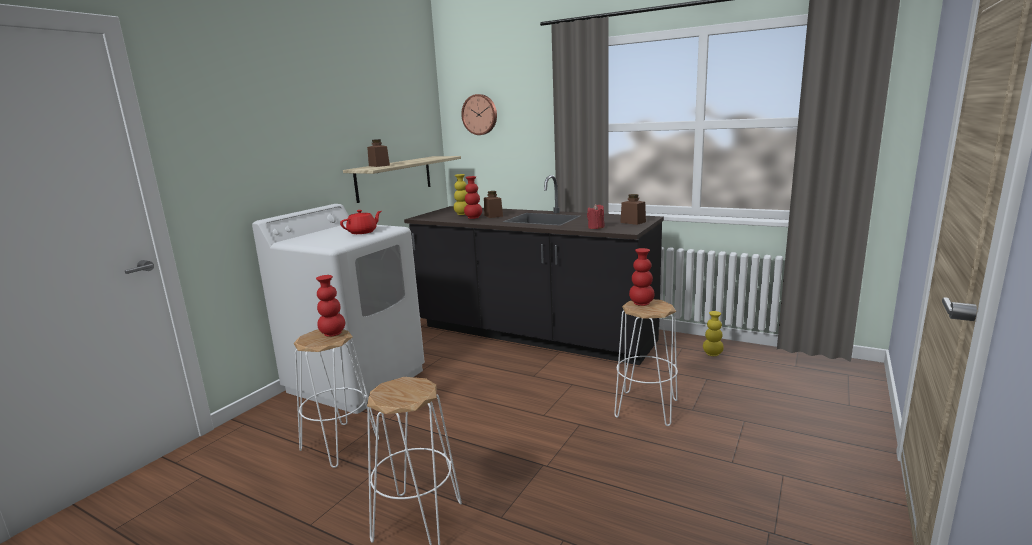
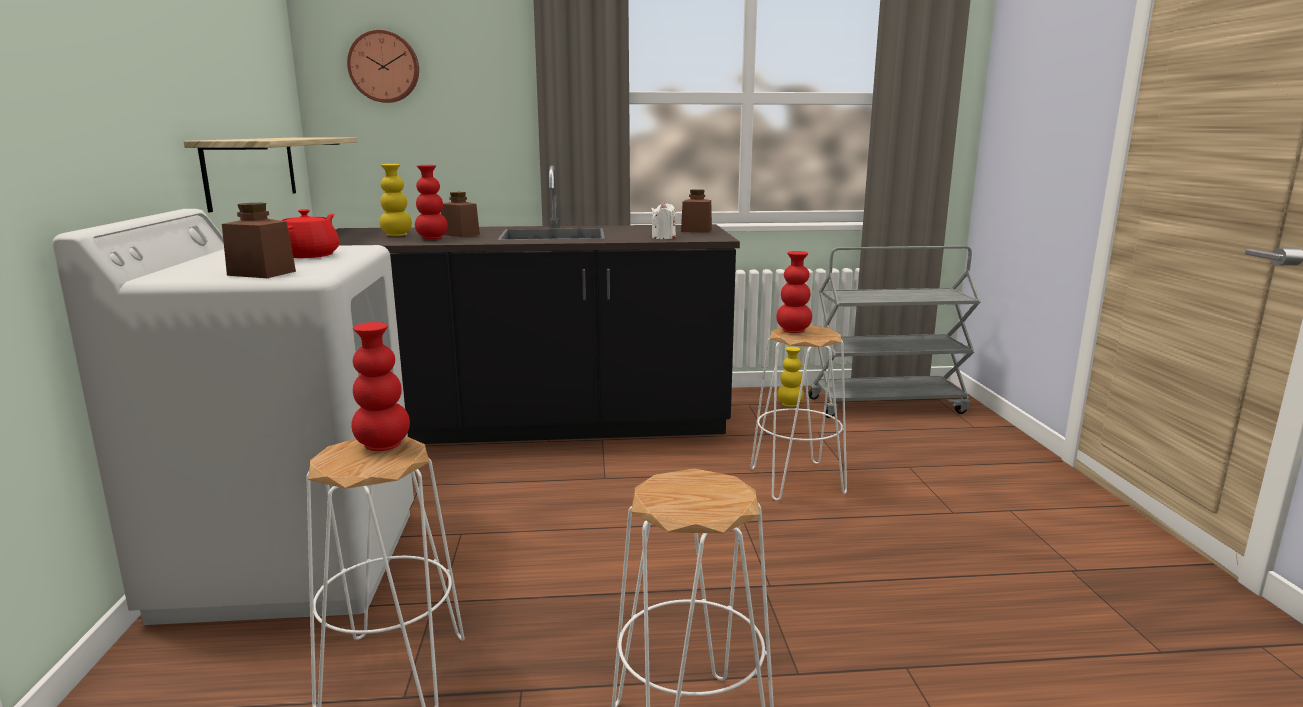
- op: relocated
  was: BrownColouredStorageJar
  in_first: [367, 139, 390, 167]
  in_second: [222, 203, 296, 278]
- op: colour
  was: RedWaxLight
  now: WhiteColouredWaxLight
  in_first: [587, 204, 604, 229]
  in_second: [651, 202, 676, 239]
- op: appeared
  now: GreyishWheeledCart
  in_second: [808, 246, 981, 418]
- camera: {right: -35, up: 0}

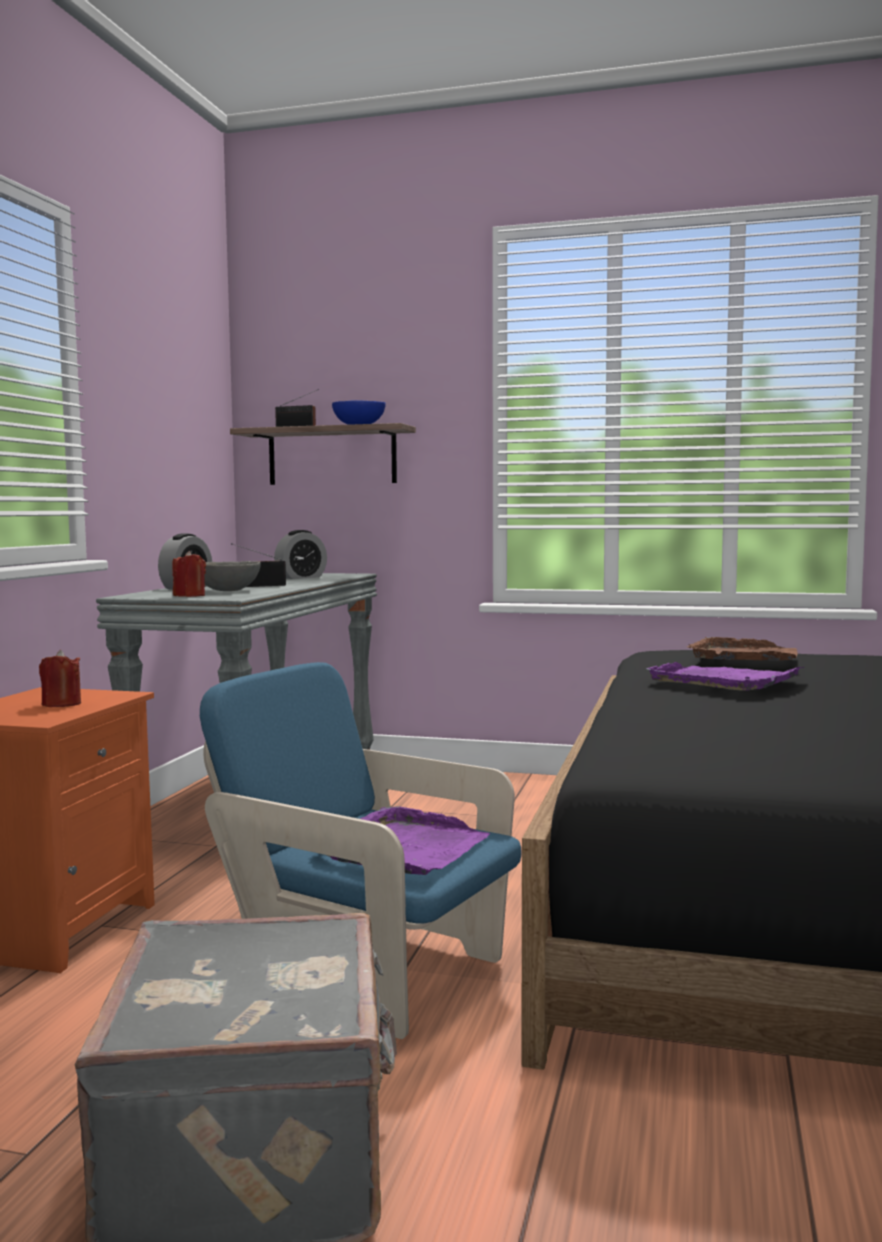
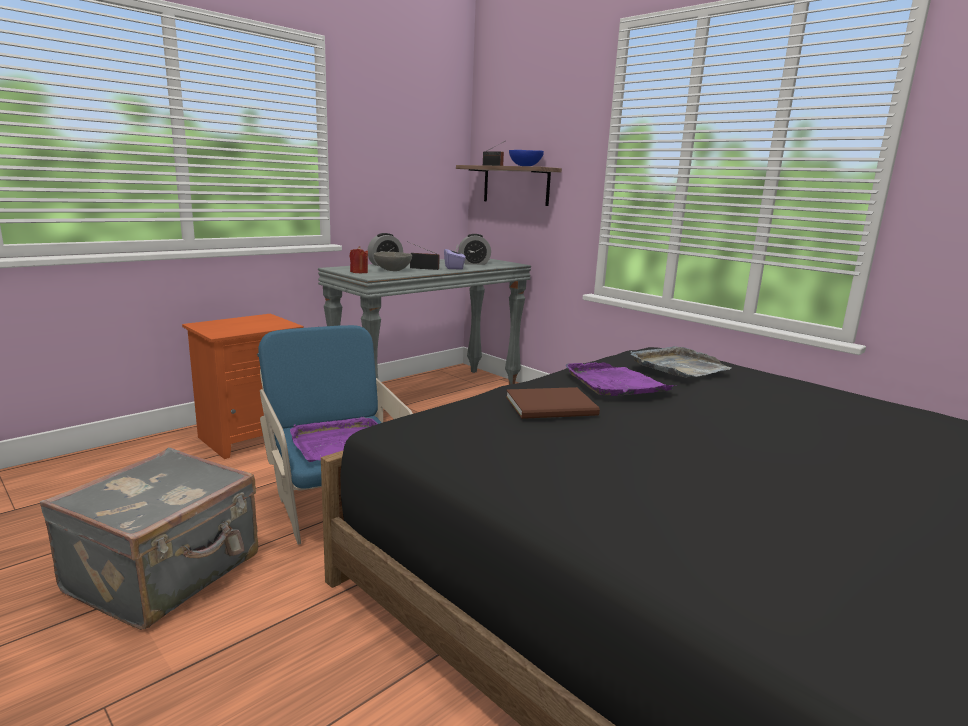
- op: appeared
  now: PurpleTissueHolder
  in_second: [444, 245, 466, 269]
- op: appeared
  now: BrownColouredBook
  in_second: [506, 387, 600, 419]
- op: colour
  was: BrownColouredTray
  now: GreyishTray
  in_first: [687, 637, 797, 661]
  in_second: [631, 346, 732, 378]
- op: missing
  was: RedWaxLight
  in_first: [39, 650, 81, 707]
- camera: {right: 30, up: 10}

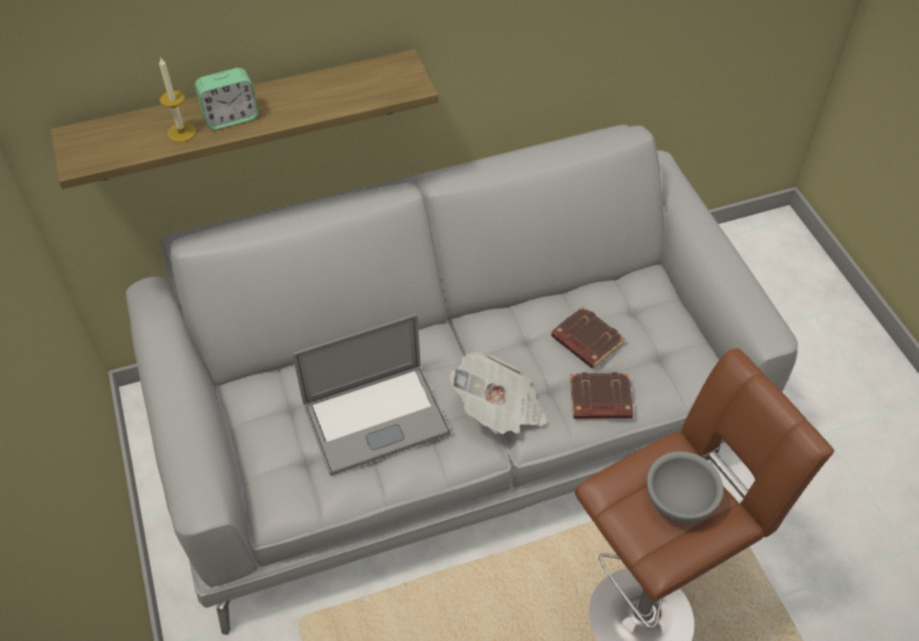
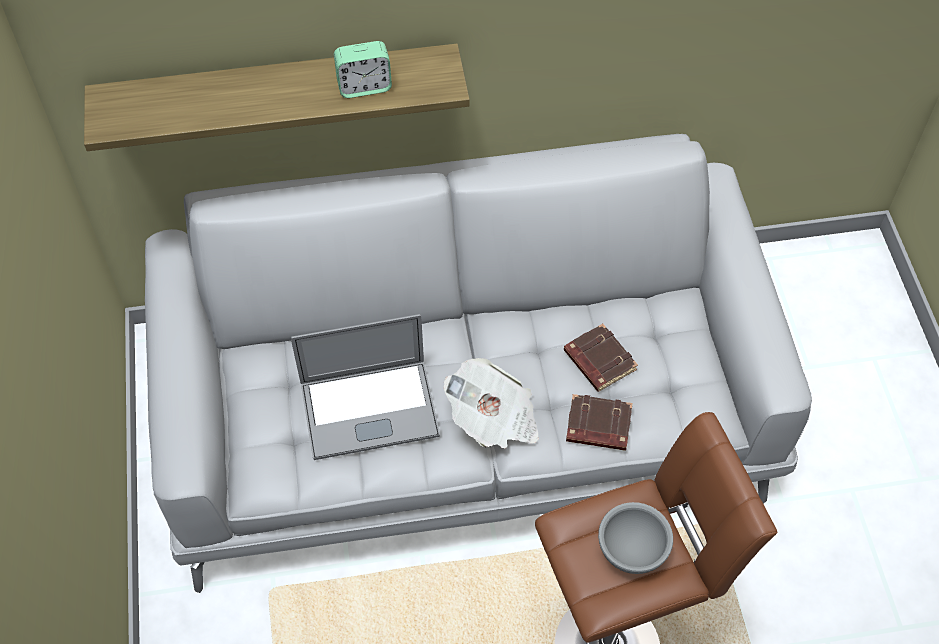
- op: relocated
  was: TableClock
  in_first: [195, 68, 258, 130]
  in_second: [334, 41, 392, 98]
- op: missing
  was: WaxLight
  in_first: [159, 57, 196, 142]
- camera: {right: 10, up: 5}

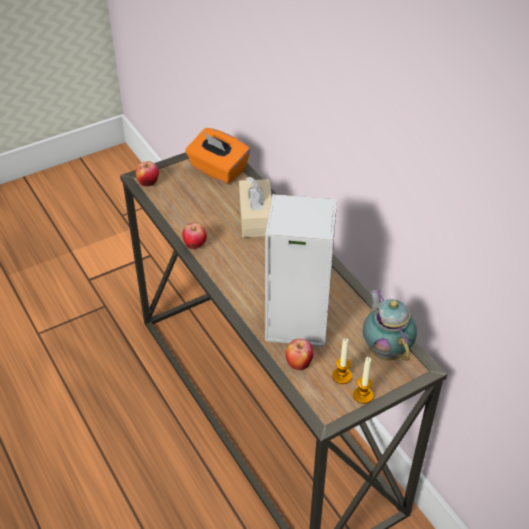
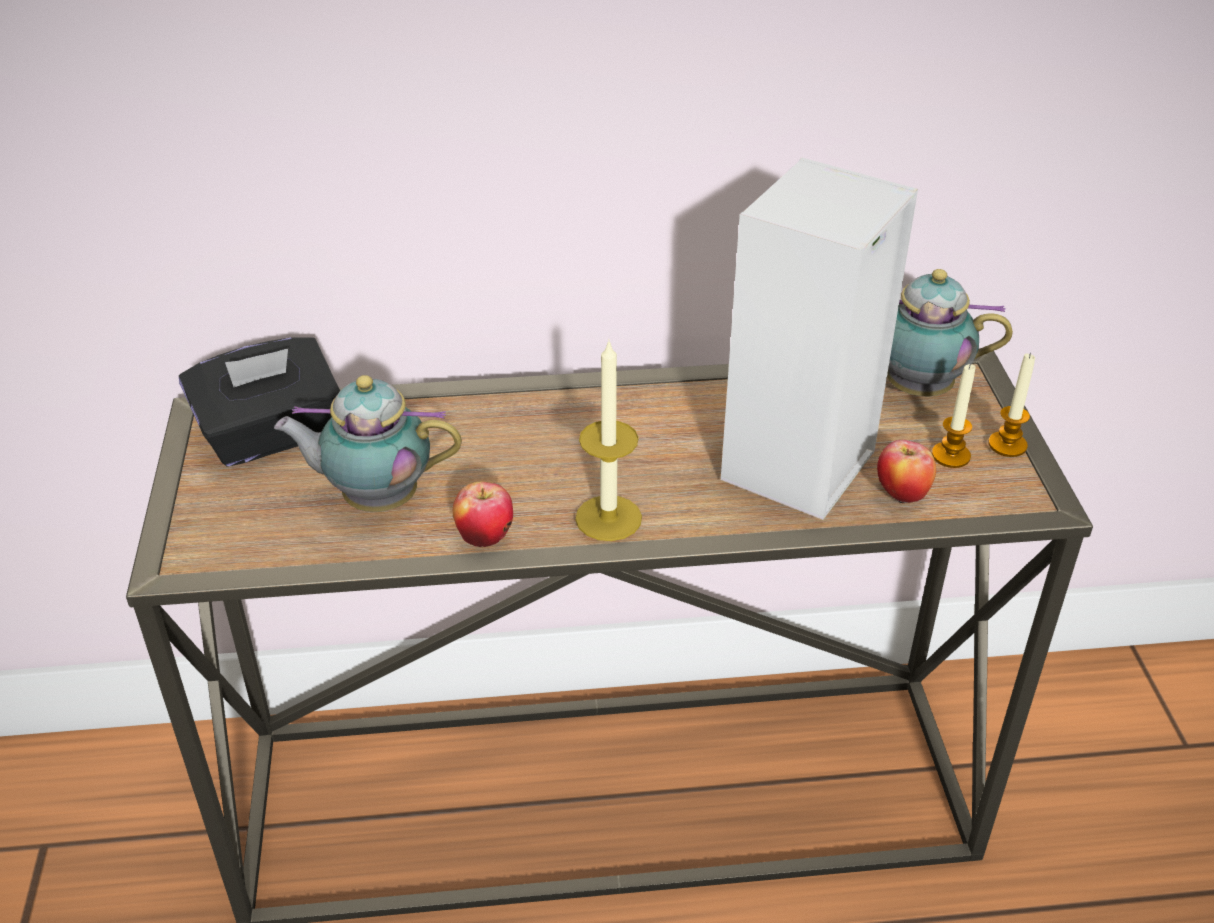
- op: colour
  was: OrangeyTissueHolder
  now: BlackColouredTissueHolder
  in_first: [185, 128, 250, 184]
  in_second: [179, 337, 340, 466]
- op: appeared
  now: Teapot
  in_second: [274, 375, 462, 512]
- op: appeared
  now: WaxLight
  in_second: [575, 341, 642, 541]
- op: missing
  was: AppleFruit
  in_first: [135, 161, 159, 186]
- op: missing
  was: BeigeColouredTissueHolder
  in_first: [239, 177, 272, 237]
- camera: {right: -65, up: -5}

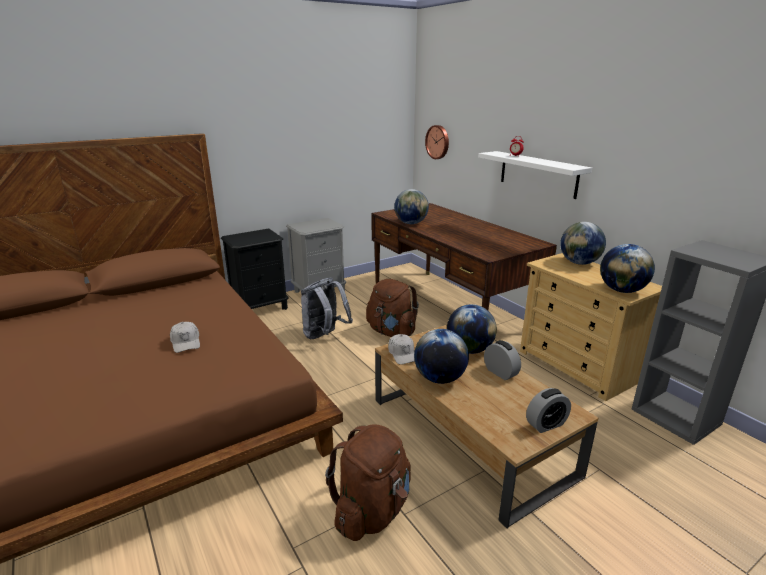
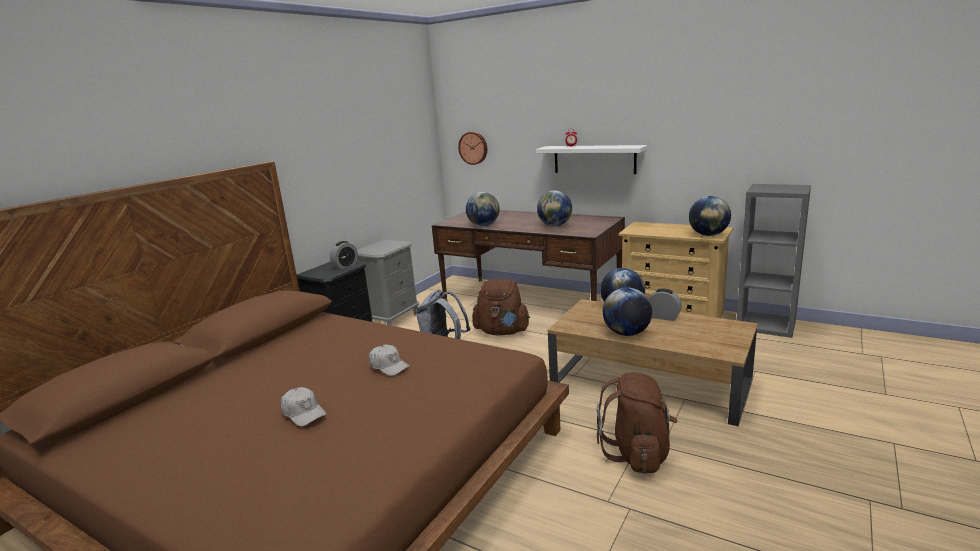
- op: relocated
  was: WhiteColouredCap
  in_first: [388, 334, 415, 365]
  in_second: [281, 387, 326, 427]
- op: relocated
  was: TableClock
  in_first: [526, 388, 571, 433]
  in_second: [330, 241, 358, 269]
- op: relocated
  was: WorldGlobe
  in_first: [560, 222, 606, 265]
  in_second: [537, 190, 572, 226]
- camera: {right: -25, up: -5}

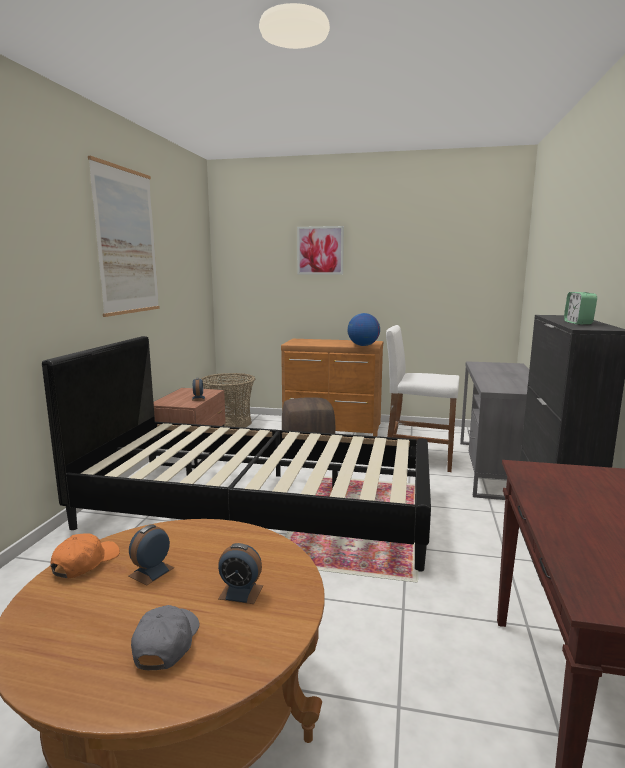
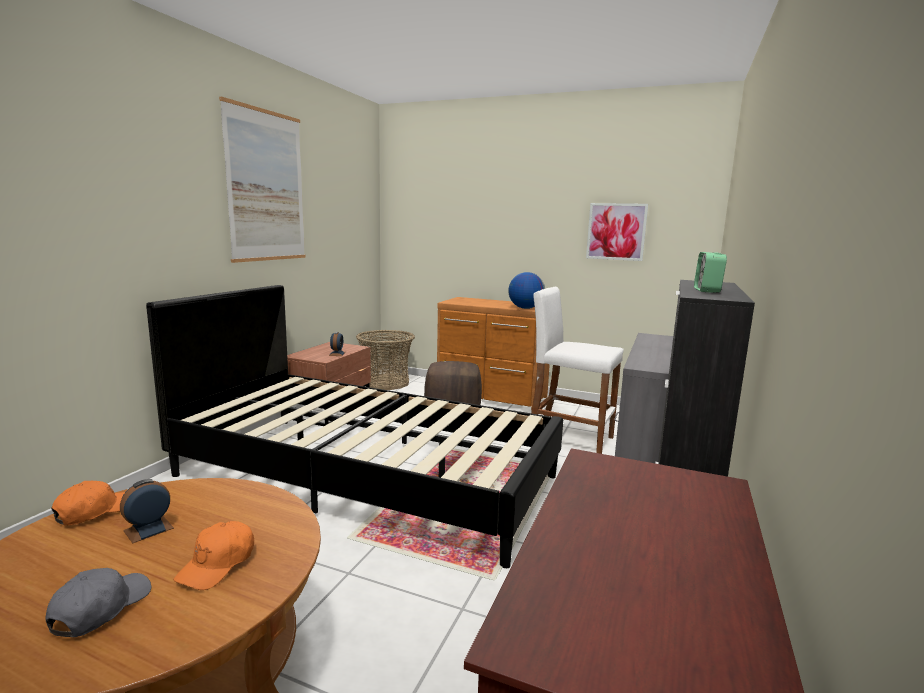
- op: exchanged
  was: TableClock
  now: OrangeyCap
  in_first: [218, 543, 263, 604]
  in_second: [173, 521, 254, 590]
- op: relocated
  was: WallPicture
  in_first: [297, 226, 344, 275]
  in_second: [586, 203, 648, 261]
- camera: {right: 10, up: 0}

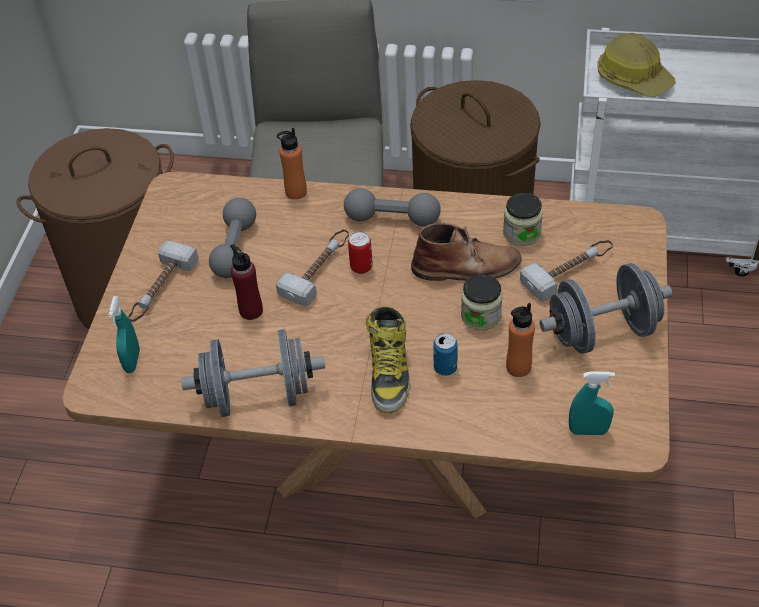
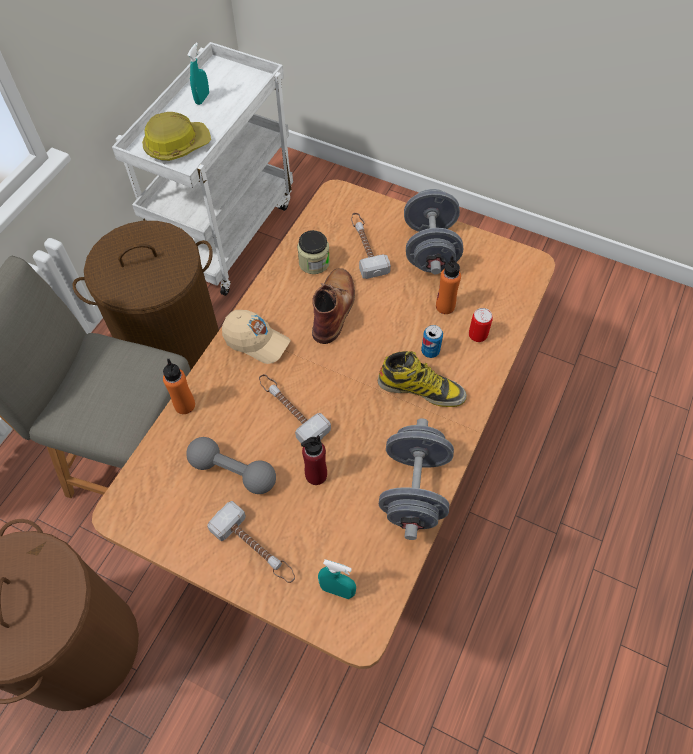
- op: relocated
  was: TurquoiseColouredSprayer
  in_first: [569, 372, 615, 435]
  in_second: [187, 43, 209, 105]
- op: exchanged
  was: GreyishFreeWeight
  now: BeigeColouredCap
  in_first: [344, 188, 441, 226]
  in_second: [222, 310, 290, 364]
- op: relocated
  was: MetalCan
  in_first: [348, 231, 373, 274]
  in_second: [469, 308, 493, 342]
- op: missing
  was: StorageJar
  in_first: [461, 274, 503, 330]
- camera: {right: -75, up: 10}

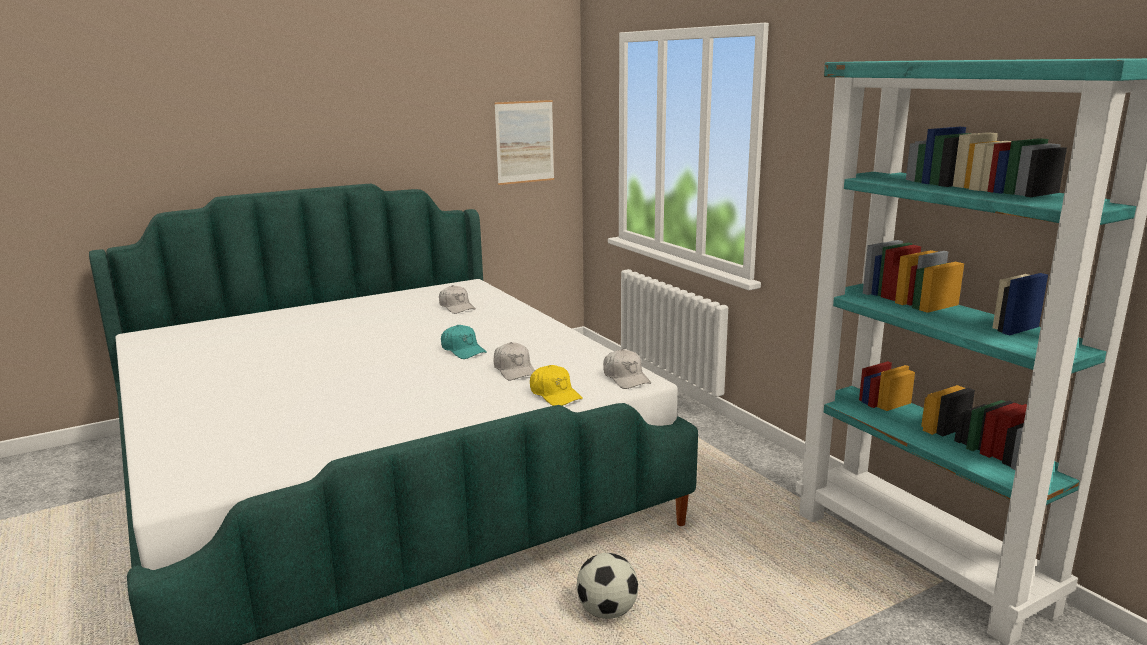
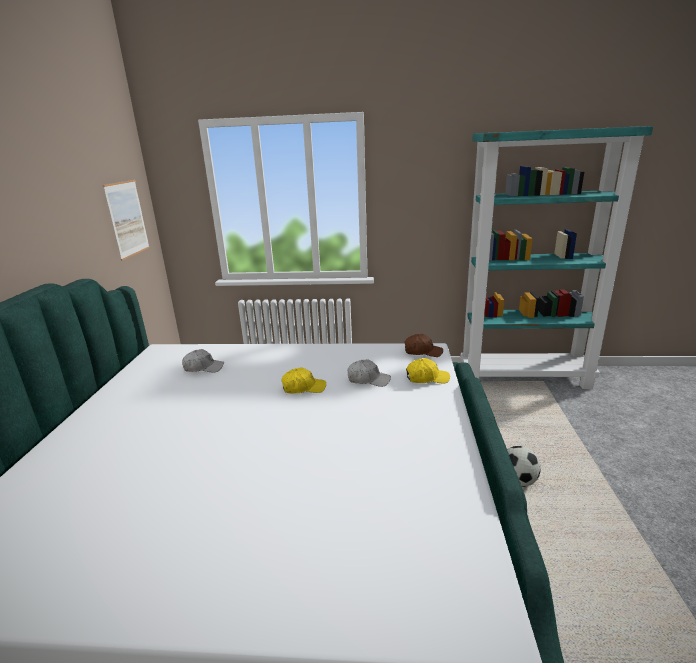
- op: colour
  was: TurquoiseColouredCap
  now: YellowCap
  in_first: [441, 325, 487, 359]
  in_second: [281, 367, 326, 394]
- op: colour
  was: WhiteColouredCap
  now: BrownColouredCap
  in_first: [603, 349, 651, 389]
  in_second: [404, 334, 443, 357]
- camera: {right: -55, up: 5}

